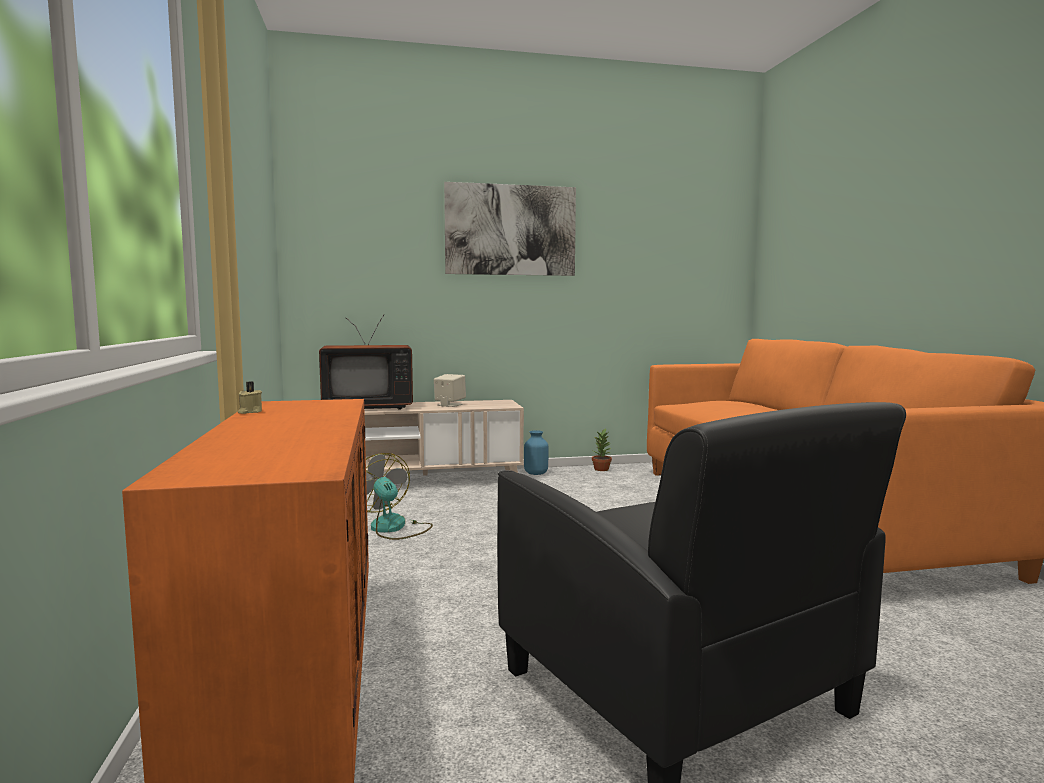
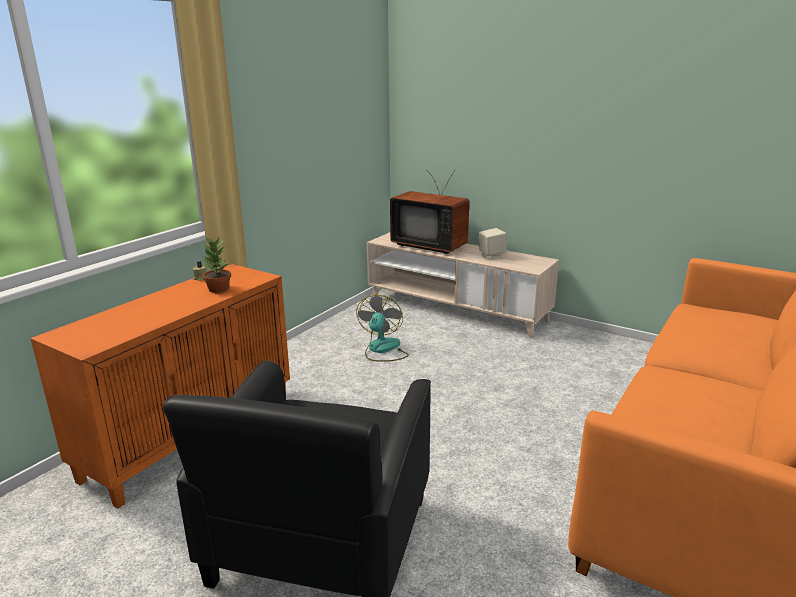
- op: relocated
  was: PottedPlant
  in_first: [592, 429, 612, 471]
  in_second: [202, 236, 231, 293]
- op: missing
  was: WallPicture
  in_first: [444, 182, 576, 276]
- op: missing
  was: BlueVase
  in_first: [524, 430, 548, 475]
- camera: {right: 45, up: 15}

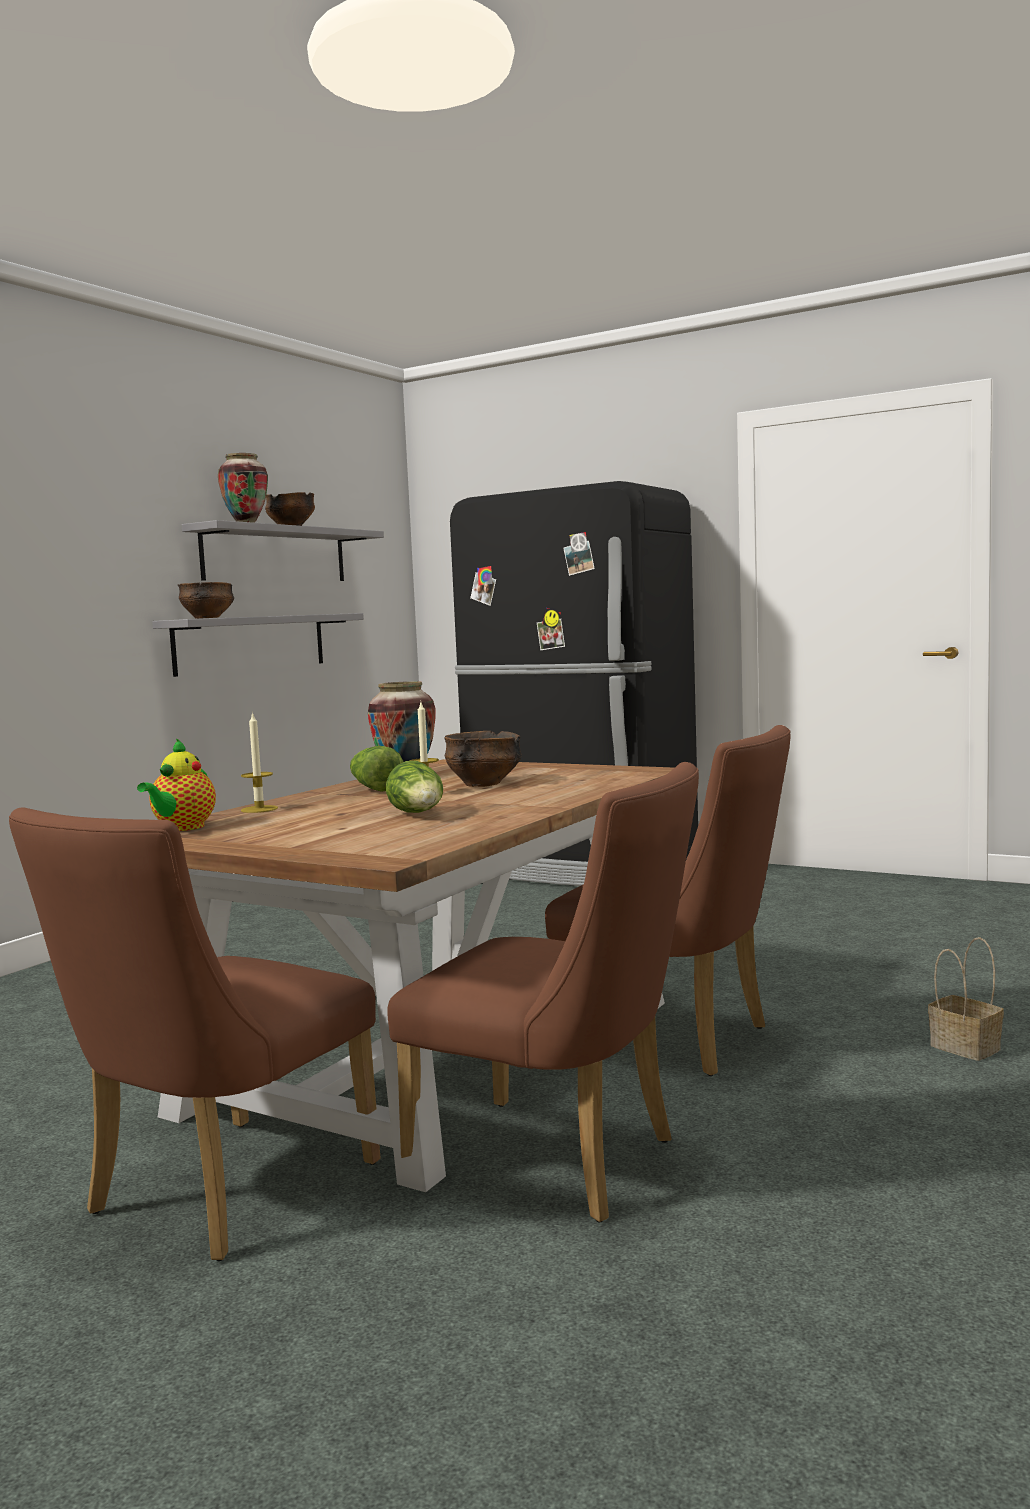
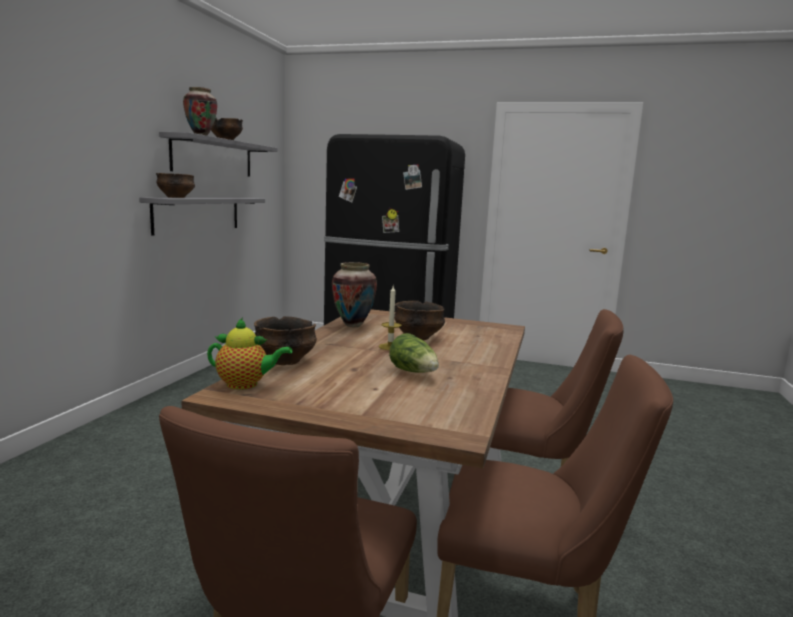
- op: spun
  was: Teapot
  in_first: [137, 738, 216, 831]
  in_second: [207, 318, 292, 390]
  clockwise: -90
- op: exchanged
  was: WaxLight
  now: Bowl
  in_first: [241, 712, 278, 813]
  in_second: [254, 316, 317, 365]
- op: missing
  was: LettuceHead
  in_first: [350, 746, 404, 792]
- op: missing
  was: StorageBasket
  in_first: [928, 937, 1004, 1061]
- camera: {right: -15, up: 5}

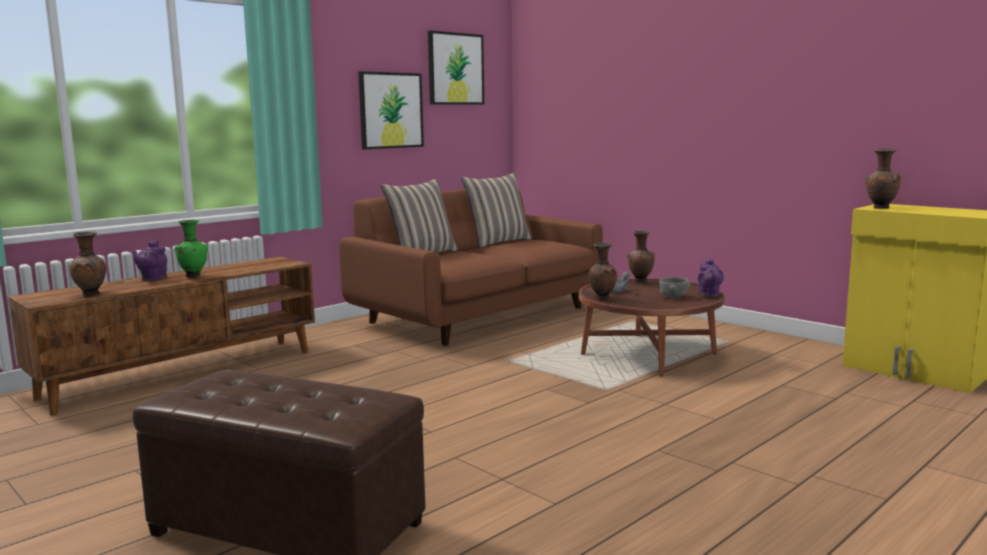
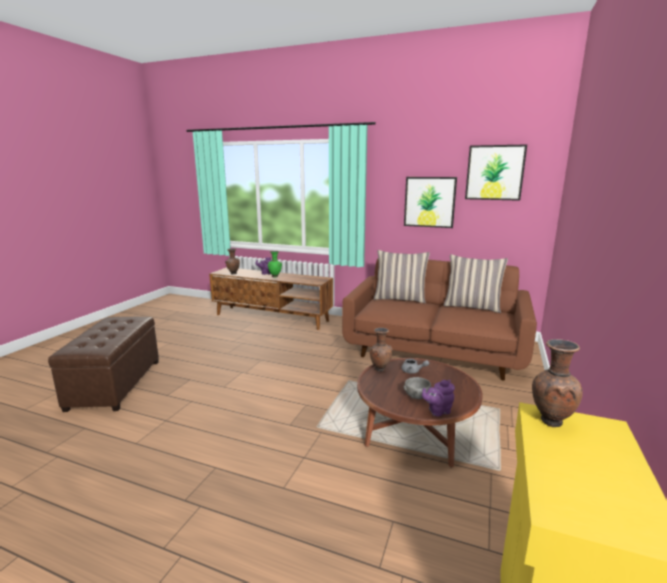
- op: missing
  was: BrownColouredVase
  in_first: [627, 230, 655, 282]
- camera: {right: 65, up: 5}

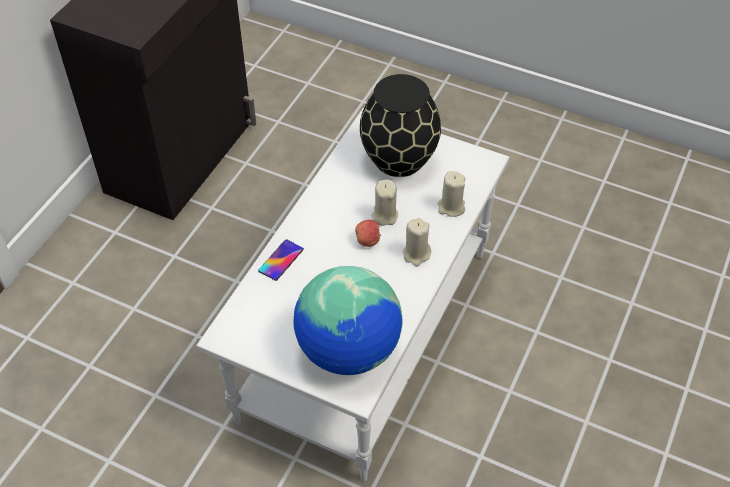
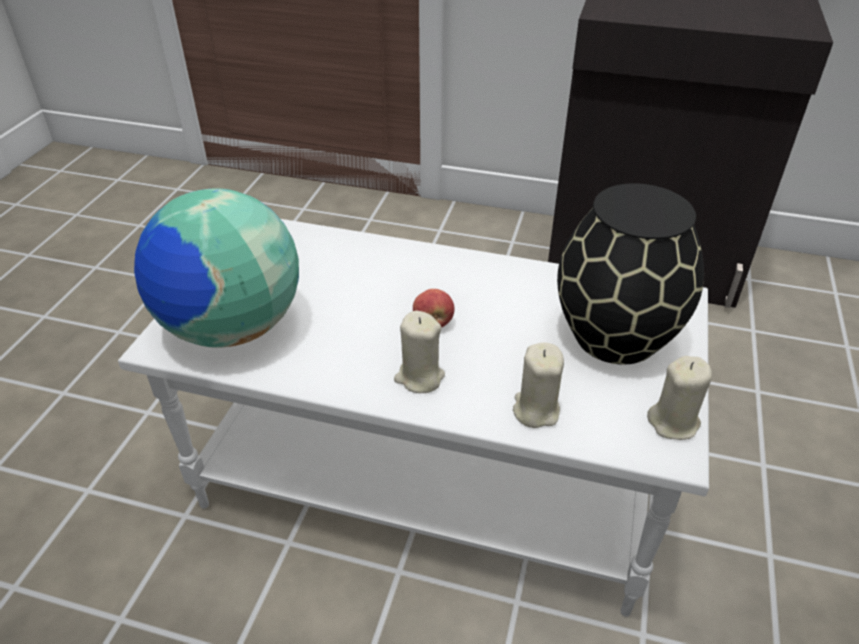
- op: relocated
  was: BeigeColouredWaxLight
  in_first: [372, 180, 398, 226]
  in_second: [647, 356, 712, 440]
- op: missing
  was: Telephone
  in_first: [258, 239, 304, 281]
- camera: {right: 80, up: -10}

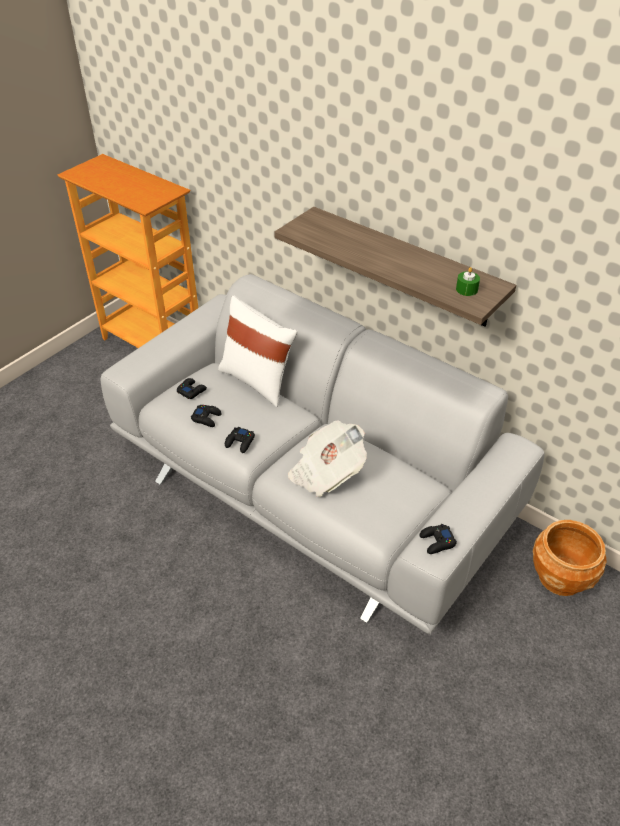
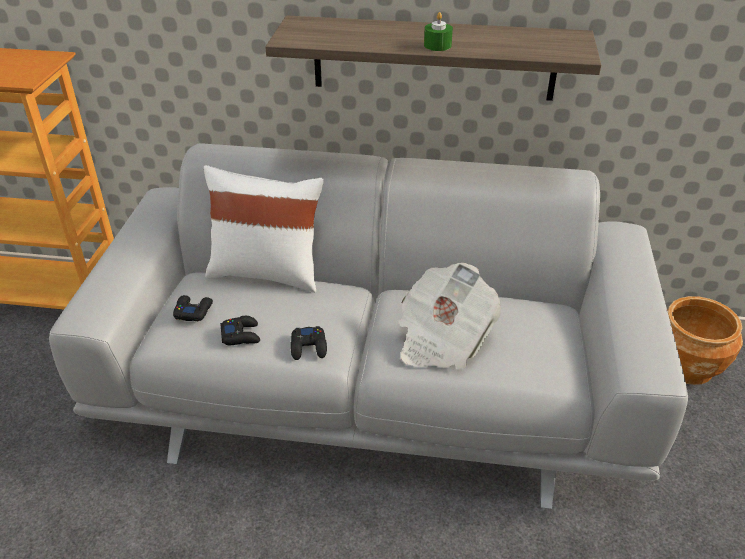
- op: relocated
  was: GreenColouredWaxLight
  in_first: [456, 267, 480, 296]
  in_second: [424, 12, 453, 51]
- op: missing
  was: BlackColouredJoypad
  in_first: [420, 524, 457, 554]
- camera: {right: -30, up: -5}

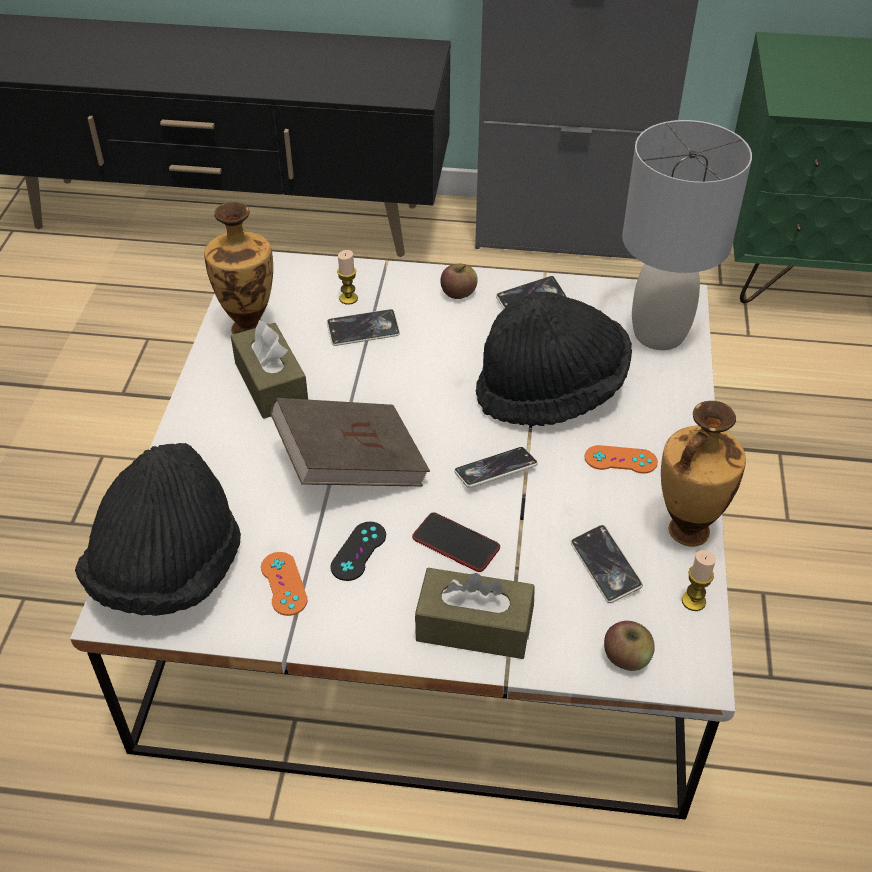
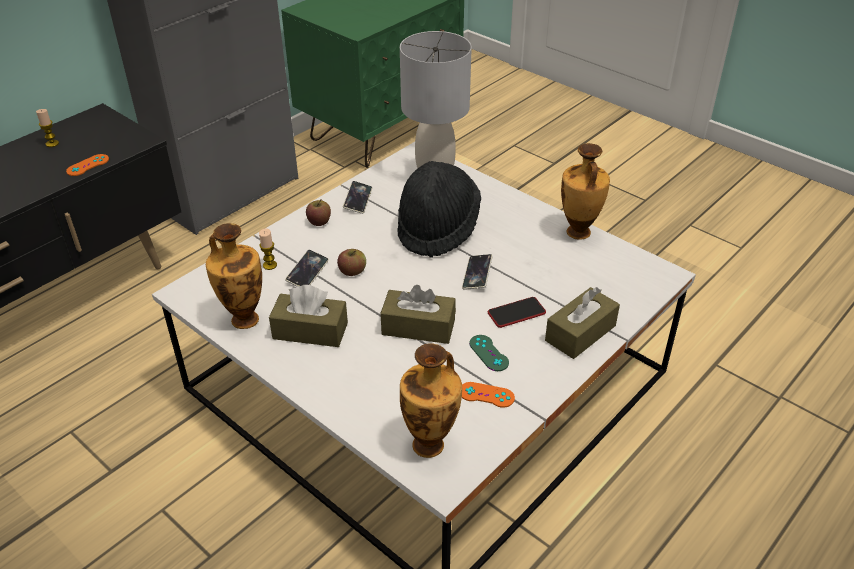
- op: relocated
  was: WaxLight
  in_first: [682, 550, 716, 611]
  in_second: [36, 109, 59, 147]
- op: relocated
  was: OrangeyJoypad
  in_first: [584, 445, 658, 474]
  in_second: [66, 154, 109, 176]
- op: relocated
  was: AppleFruit
  in_first: [604, 621, 655, 671]
  in_second: [337, 249, 366, 276]
- op: exchanged
  was: BrownColouredBook
  now: BrownColouredTissueHolder
  in_first: [270, 398, 430, 486]
  in_second: [380, 285, 456, 344]
- op: exchanged
  was: BlackColouredClothingHat
  now: Vase
  in_first: [75, 443, 241, 616]
  in_second: [400, 343, 462, 458]
- op: colour
  was: BlackColouredJoypad
  now: GreenColouredJoypad
  in_first: [330, 522, 386, 581]
  in_second: [469, 335, 509, 371]
- op: missing
  was: Telephone
  in_first: [571, 525, 643, 603]
- camera: {right: -55, up: -5}

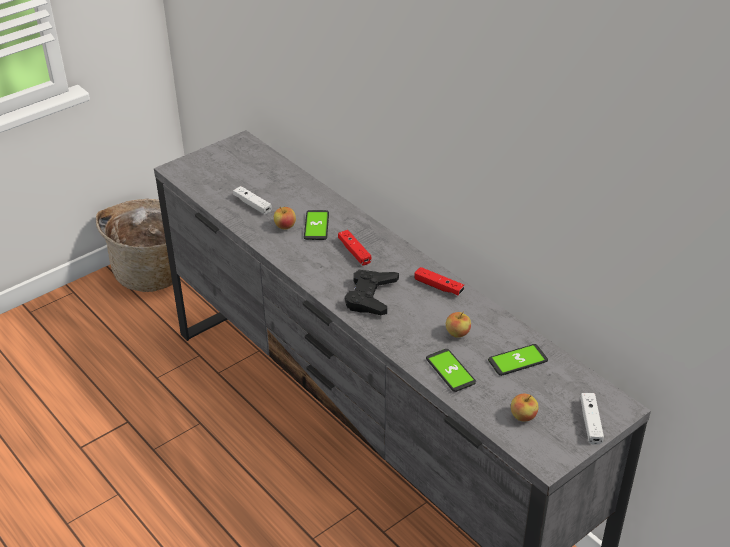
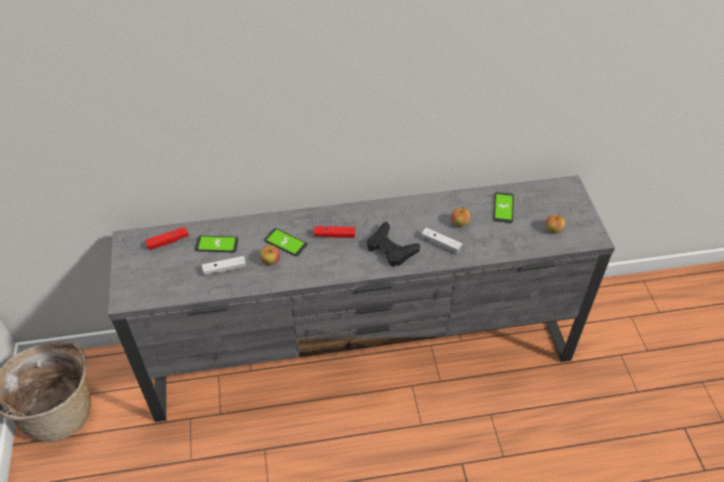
- op: relocated
  was: RedJoypad
  in_first: [415, 267, 464, 295]
  in_second: [145, 227, 189, 250]
- op: relocated
  was: Telephone
  in_first: [426, 349, 476, 392]
  in_second: [195, 236, 239, 253]
- op: relocated
  was: WhiteColouredJoypad
  in_first: [580, 393, 604, 444]
  in_second: [421, 228, 462, 253]
- camera: {right: -60, up: 10}

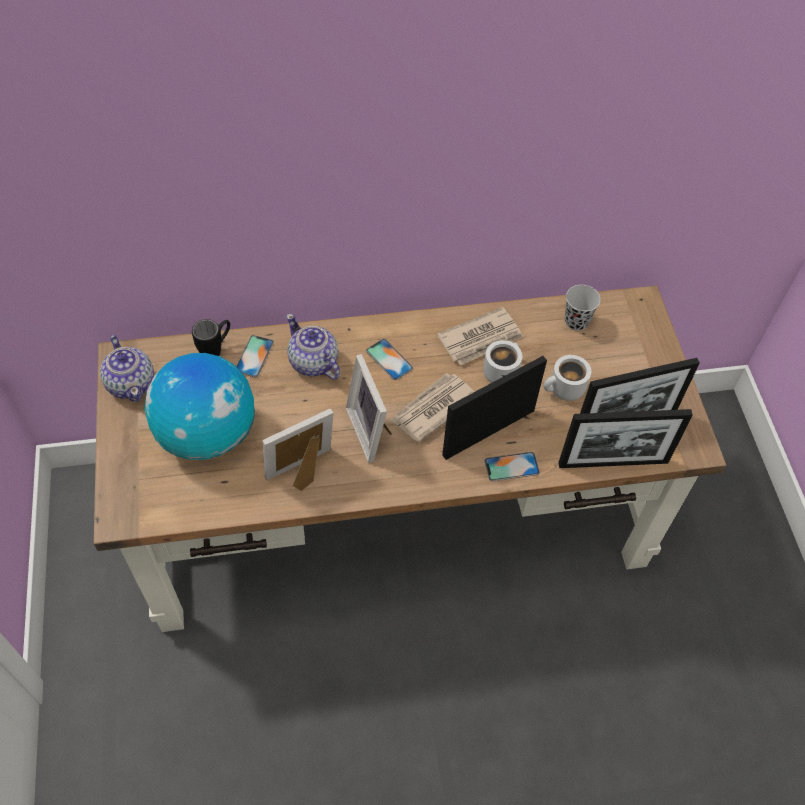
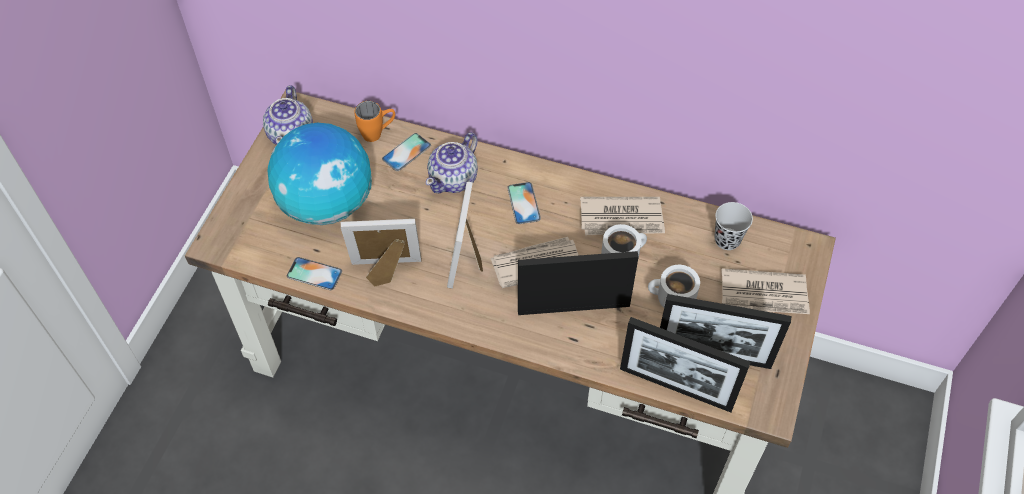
- op: relocated
  was: Telephone
  in_first: [484, 452, 539, 481]
  in_second: [287, 257, 342, 290]
- op: colour
  was: BlackColouredMug
  now: OrangeyMug
  in_first: [192, 319, 230, 356]
  in_second: [355, 101, 395, 142]
- op: spun
  was: Teapot
  in_first: [286, 314, 340, 380]
  in_second: [426, 132, 478, 194]
  clockwise: -135
- op: appeared
  now: PrintedPaper
  in_second: [721, 268, 810, 314]
- camera: {right: 30, up: 0}

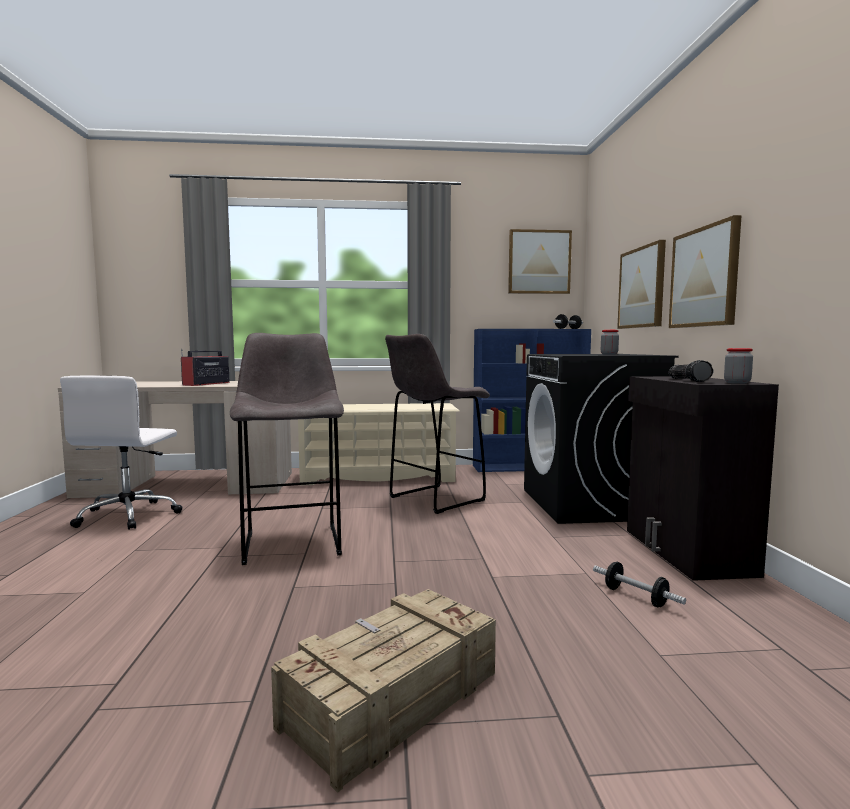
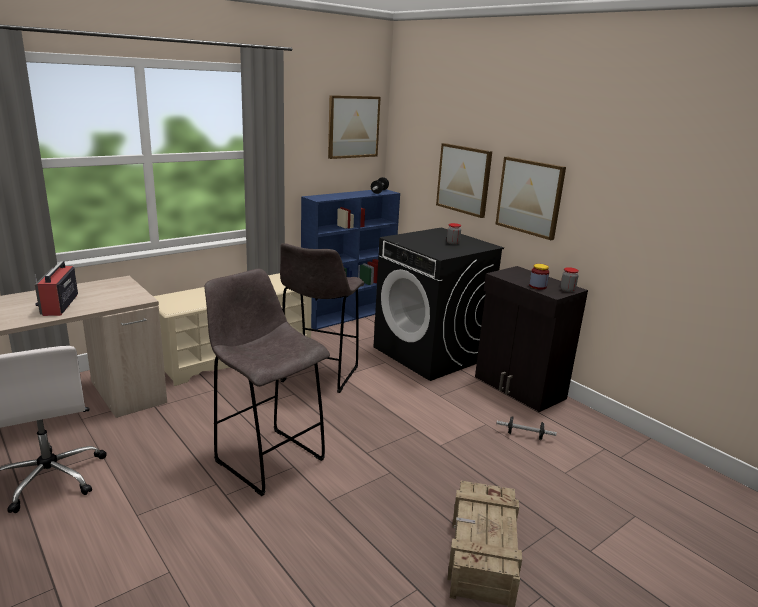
- op: exchanged
  was: Flashlight
  now: StorageJar
  in_first: [669, 360, 714, 382]
  in_second: [529, 264, 549, 290]
- camera: {right: -35, up: 15}

